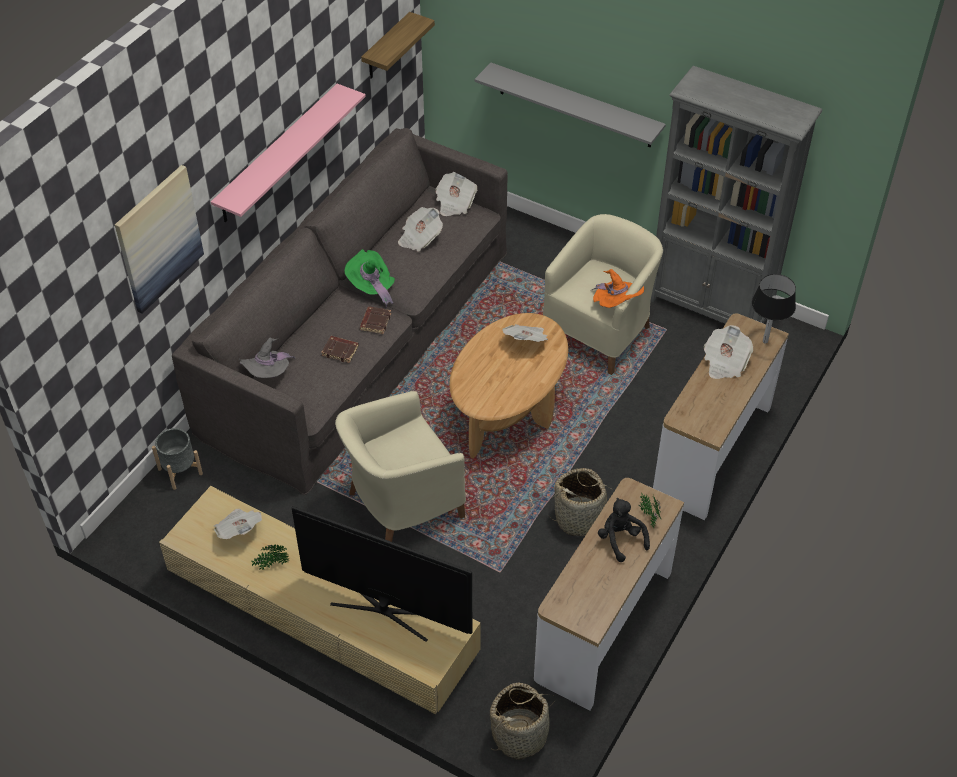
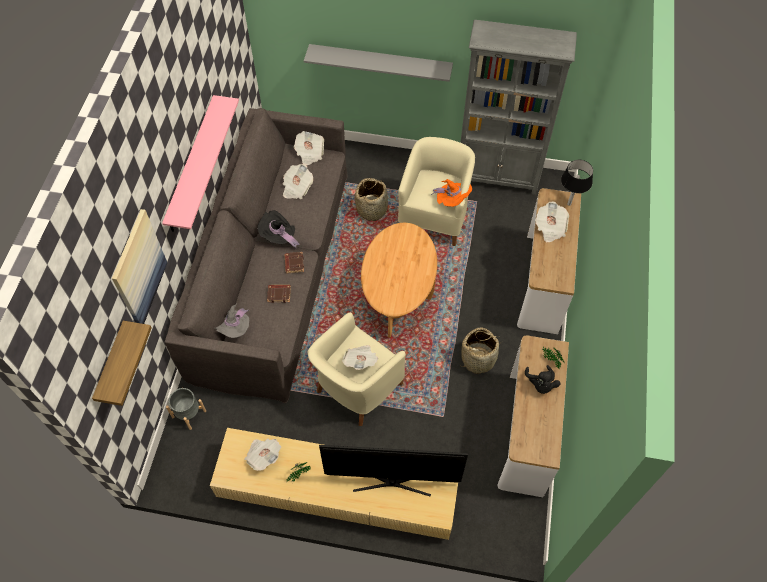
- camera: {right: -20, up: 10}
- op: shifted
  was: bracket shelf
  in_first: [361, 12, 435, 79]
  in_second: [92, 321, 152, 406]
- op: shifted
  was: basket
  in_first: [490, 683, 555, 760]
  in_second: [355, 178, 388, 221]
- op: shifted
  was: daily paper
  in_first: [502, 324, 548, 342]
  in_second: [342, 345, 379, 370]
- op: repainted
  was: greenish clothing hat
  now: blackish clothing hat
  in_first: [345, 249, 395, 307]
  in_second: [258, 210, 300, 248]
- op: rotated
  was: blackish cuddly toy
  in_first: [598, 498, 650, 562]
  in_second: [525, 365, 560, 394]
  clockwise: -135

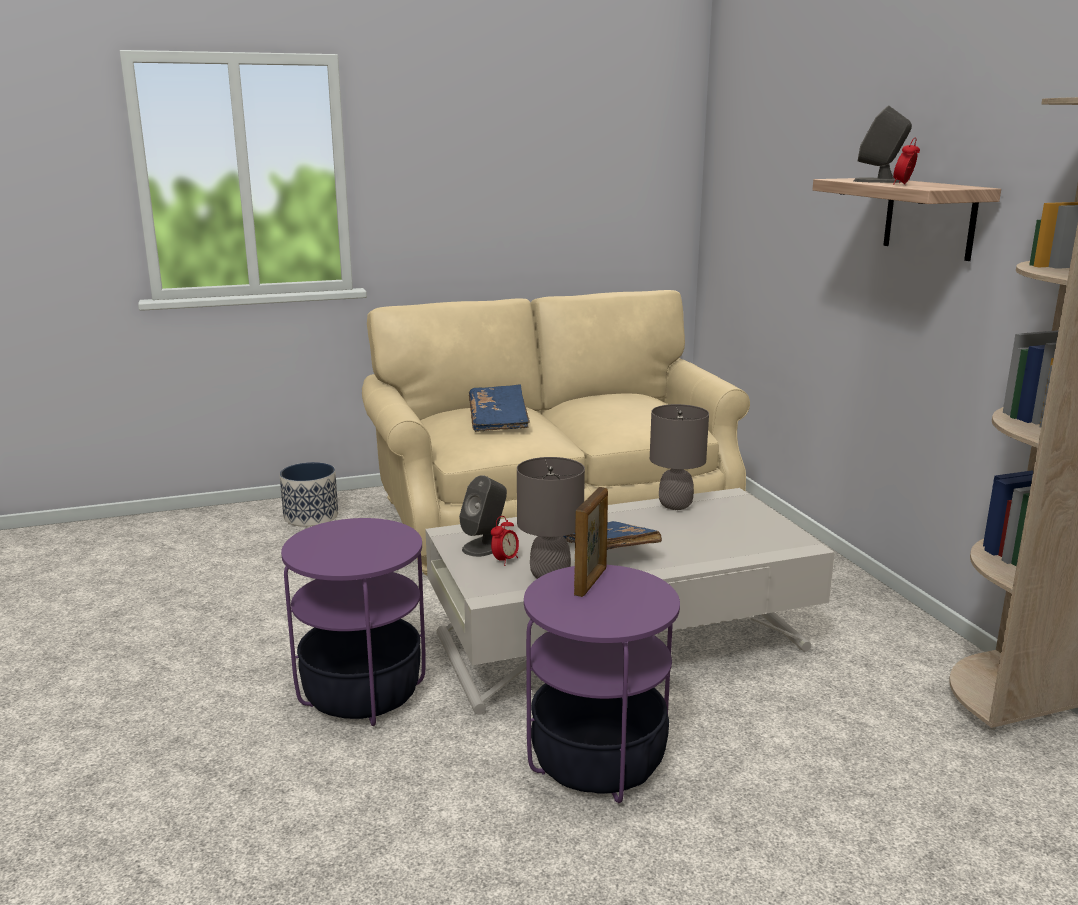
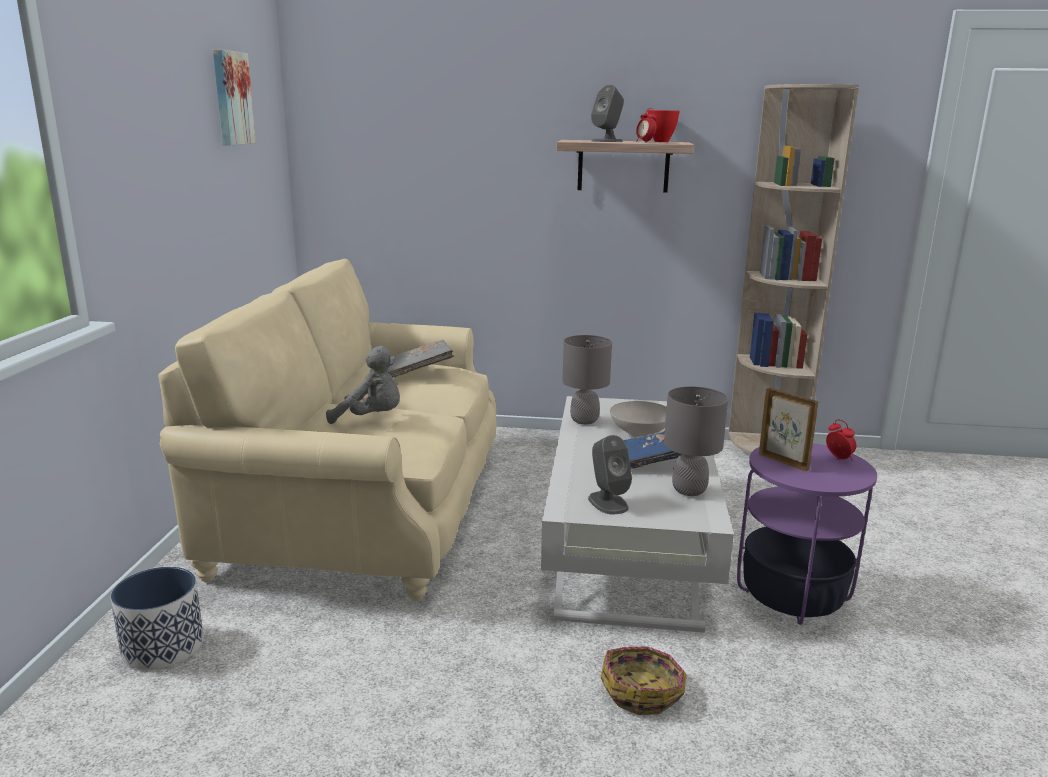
- camera: {right: -65, up: 0}
- op: new
  now: picture
  in_second: [213, 49, 256, 145]
- op: new
  now: gray volume
  in_second: [387, 340, 454, 377]
- op: new
  now: white bowl
  in_second: [610, 401, 667, 437]
- op: new
  now: red-coloured bowl
  in_second: [648, 110, 680, 142]
- op: shifted
  was: table clock
  in_first: [491, 516, 519, 566]
  in_second: [826, 420, 856, 461]
- op: swapped
  was: purple-coloured accent table
  now: basket
  in_first: [281, 518, 426, 726]
  in_second: [601, 646, 687, 715]
- op: swapped
  was: blue volume
  now: gray cuddly toy
  in_first: [469, 385, 530, 432]
  in_second: [326, 346, 400, 424]

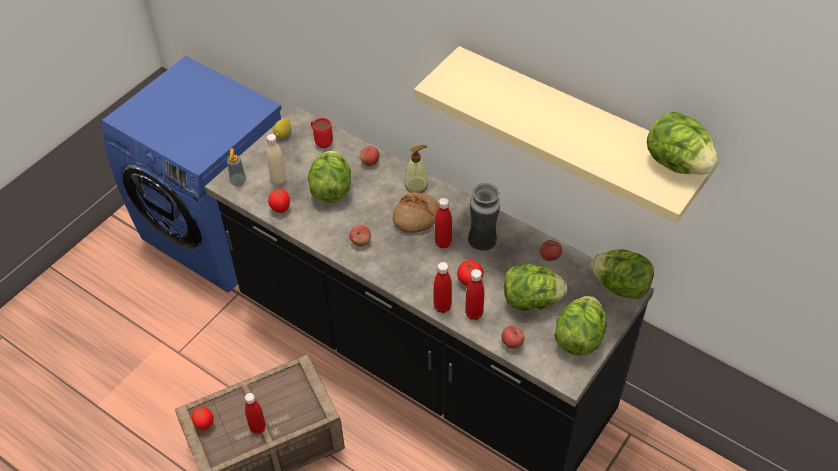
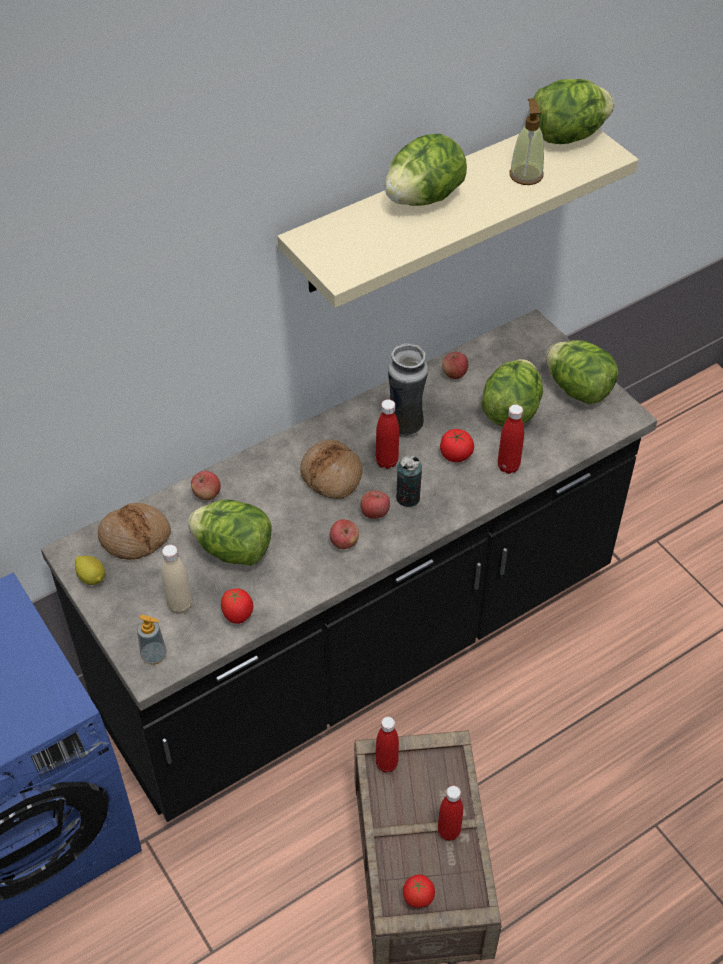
- camera: {right: -70, up: 0}
- op: new
  now: sealed can
  in_second: [396, 455, 422, 507]
- op: shifted
  was: soap dispenser
  in_first: [405, 145, 428, 193]
  in_second: [509, 98, 544, 185]
- op: shifted
  was: red-coloured beverage bottle
  in_first: [434, 262, 452, 313]
  in_second: [376, 717, 399, 772]
- op: shifted
  was: whole apple
  in_first: [501, 326, 524, 349]
  in_second: [360, 491, 390, 519]
- op: shifted
  was: head of lettuce
  in_first: [591, 249, 654, 299]
  in_second: [385, 134, 467, 206]
- op: swapped
  was: red-coloured mug
  now: bread
  in_first: [311, 118, 333, 149]
  in_second: [98, 503, 171, 560]

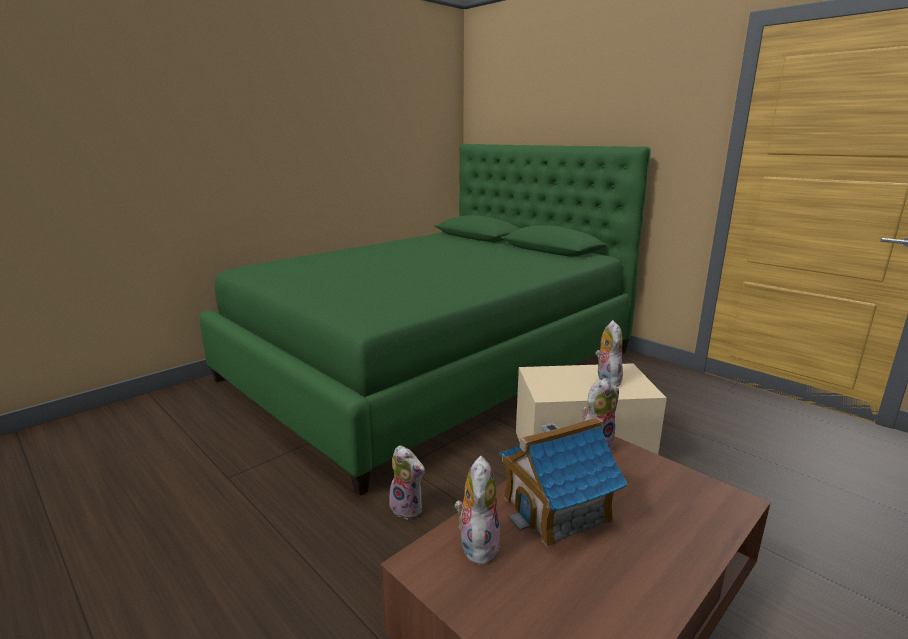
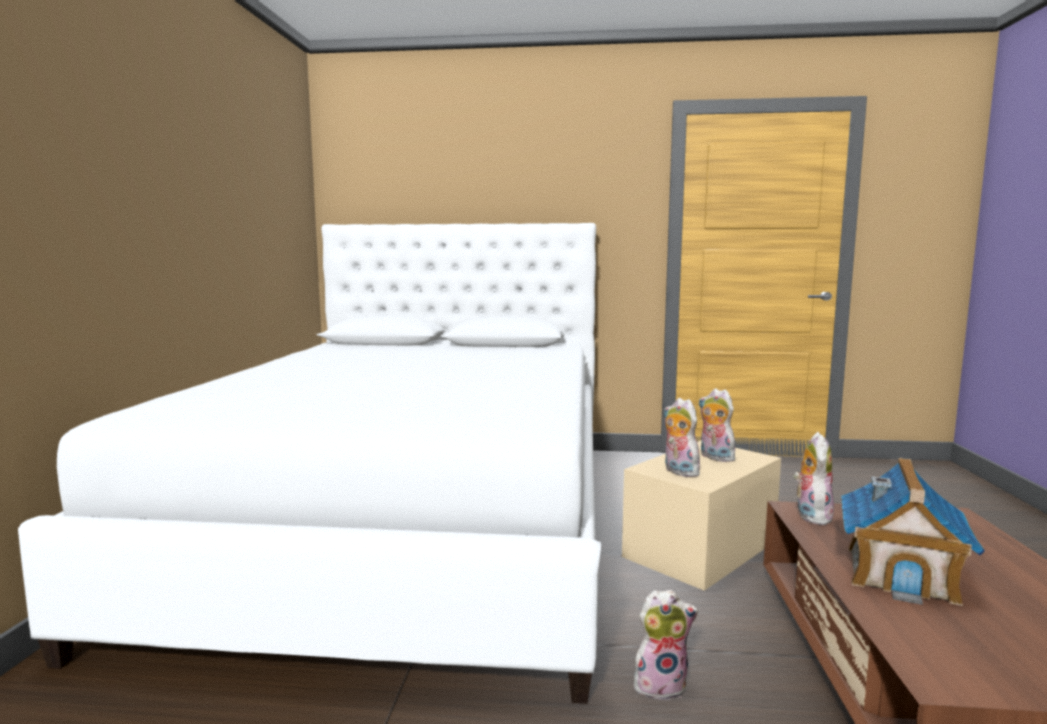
- camera: {right: -40, up: -10}
- op: shifted
  was: cuddly toy
  in_first: [455, 456, 500, 565]
  in_second: [664, 398, 700, 477]
- op: repainted
  was: greenish bedroom bed
  now: white bedroom bed
  in_first: [200, 144, 651, 496]
  in_second: [18, 223, 601, 704]

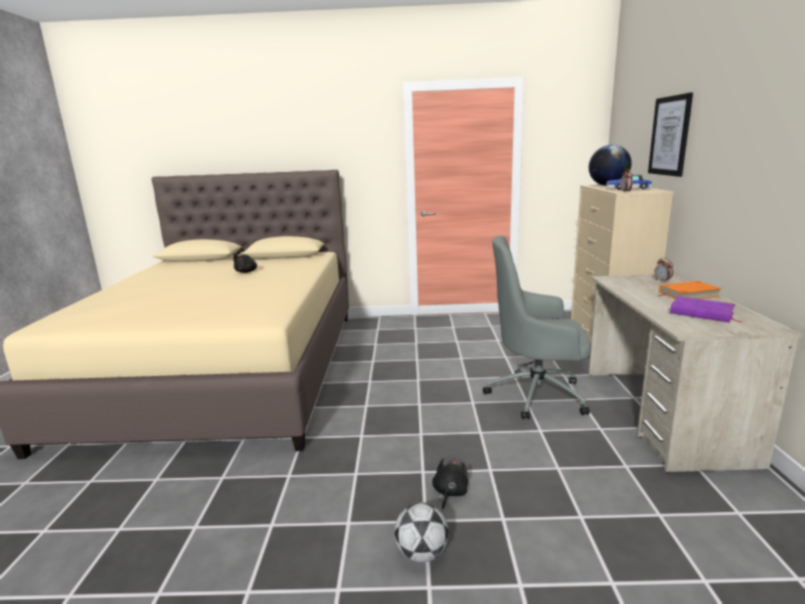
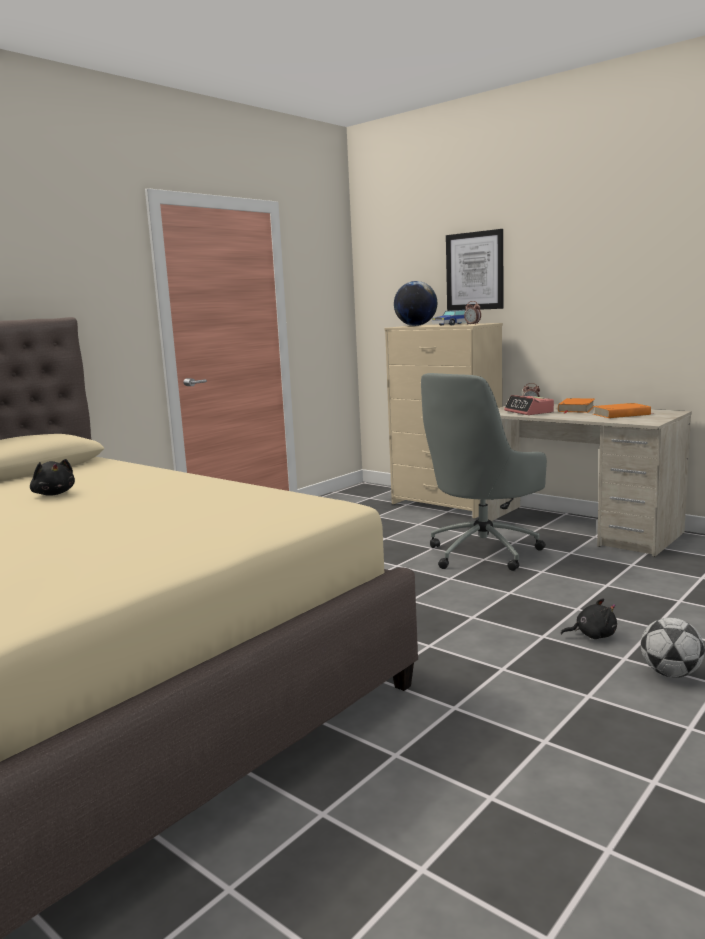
- camera: {right: -50, up: -5}
- op: new
  now: table clock
  in_second: [504, 395, 554, 415]
- op: repainted
  was: purple-coloured volume
  now: orange volume
  in_first: [670, 296, 742, 323]
  in_second: [593, 403, 654, 418]
- op: rotated
  was: blackish cuddly toy
  in_first: [432, 458, 468, 509]
  in_second: [561, 598, 617, 639]
  clockwise: 120

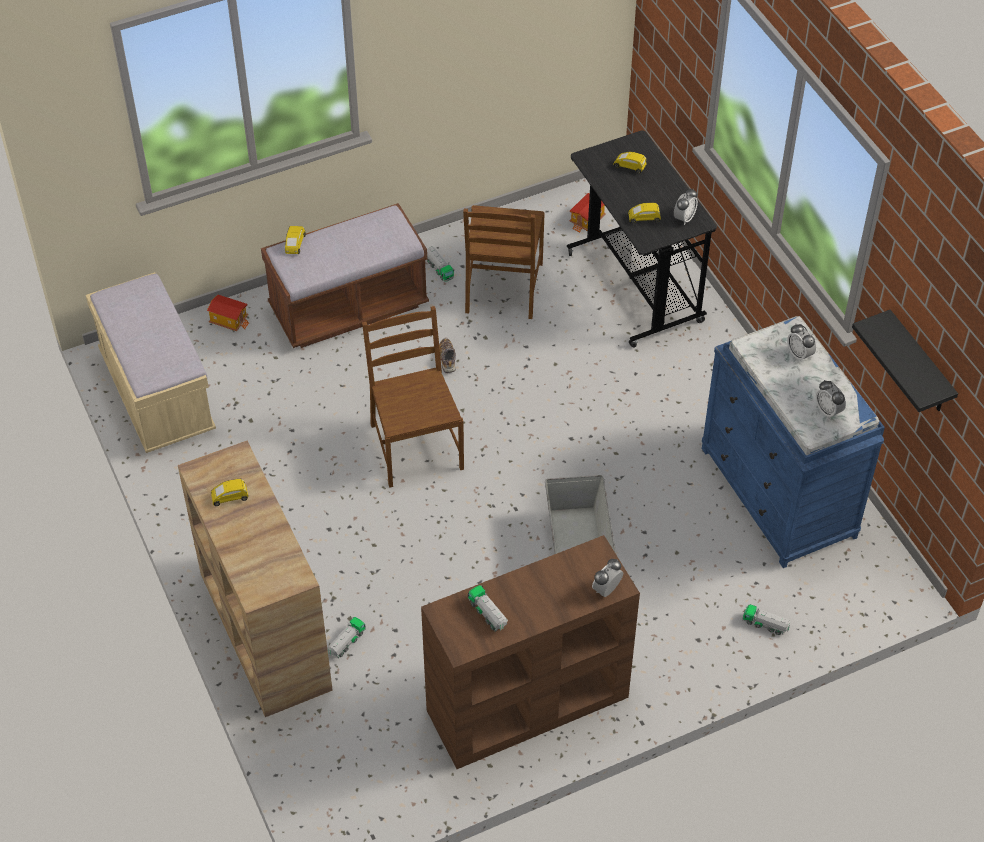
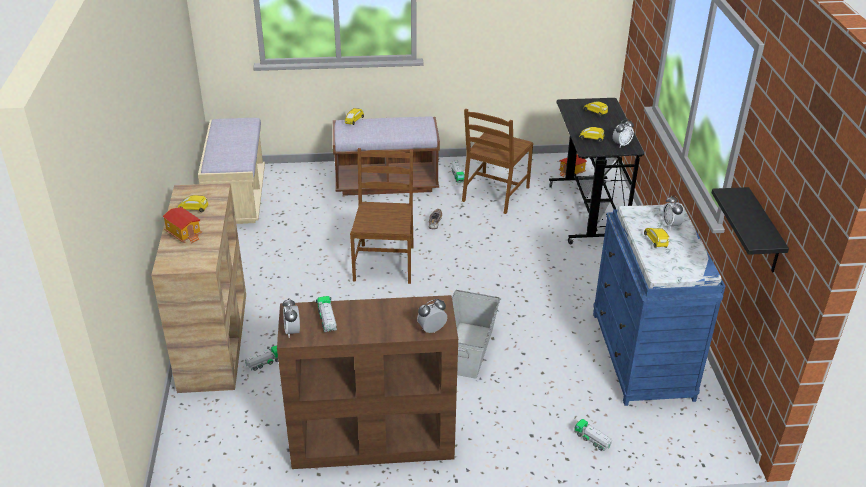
- camera: {right: 20, up: -15}
- op: new
  now: yellow-coloured toy car
  in_second: [644, 228, 669, 248]
- op: shifted
  was: toy house
  in_first: [207, 295, 249, 331]
  in_second: [162, 207, 202, 243]
- op: shifted
  was: table clock
  in_first: [816, 380, 846, 419]
  in_second: [282, 298, 300, 337]

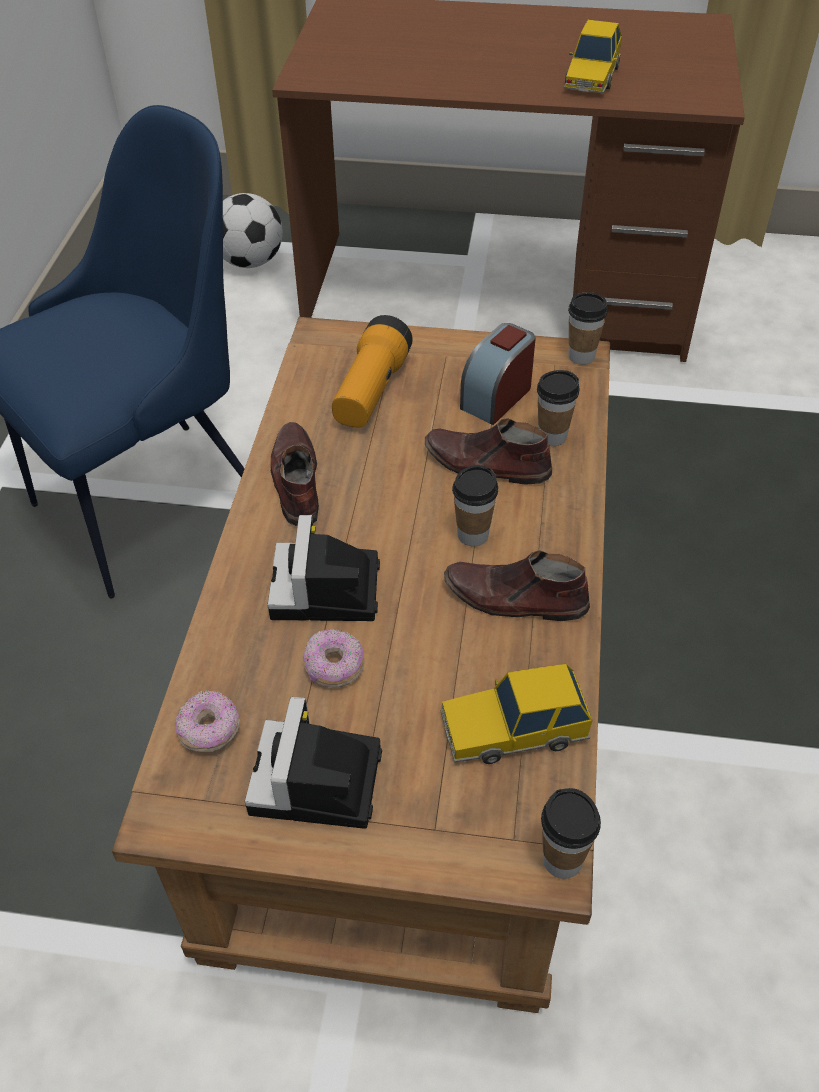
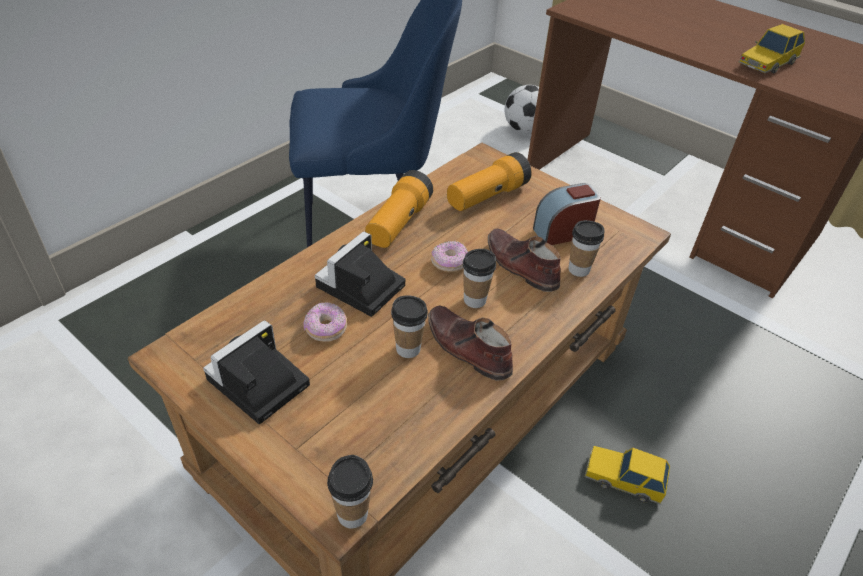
- camera: {right: 30, up: -5}
- op: shifted
  was: doughnut
  in_first: [175, 690, 240, 753]
  in_second: [431, 241, 468, 272]
- op: shifted
  was: toy car
  in_first: [440, 664, 592, 764]
  in_second: [585, 446, 670, 505]
- op: shifted
  was: small cup
  in_first: [568, 292, 608, 365]
  in_second: [391, 295, 428, 358]
- op: swapped
  was: brown-coloured item of footwear
  now: hand torch
  in_first: [271, 422, 319, 526]
  in_second: [365, 170, 433, 248]

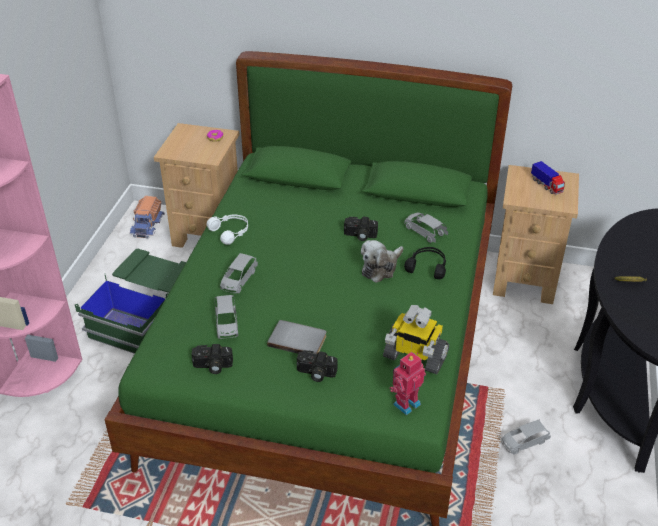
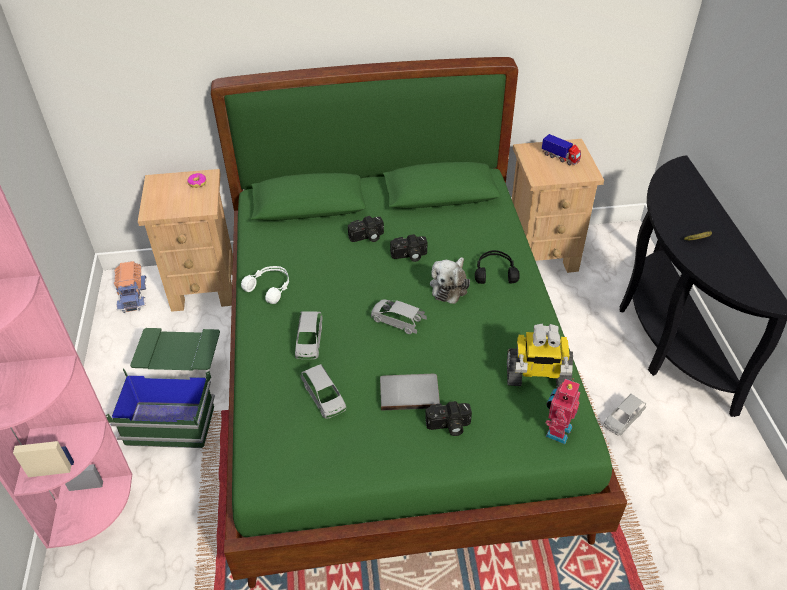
- camera: {right: -20, up: 5}
- op: shifted
  was: still camera
  in_first: [191, 344, 233, 374]
  in_second: [348, 216, 384, 242]
- op: shifted
  was: gray toy car
  in_first: [404, 213, 448, 243]
  in_second: [371, 300, 427, 334]

